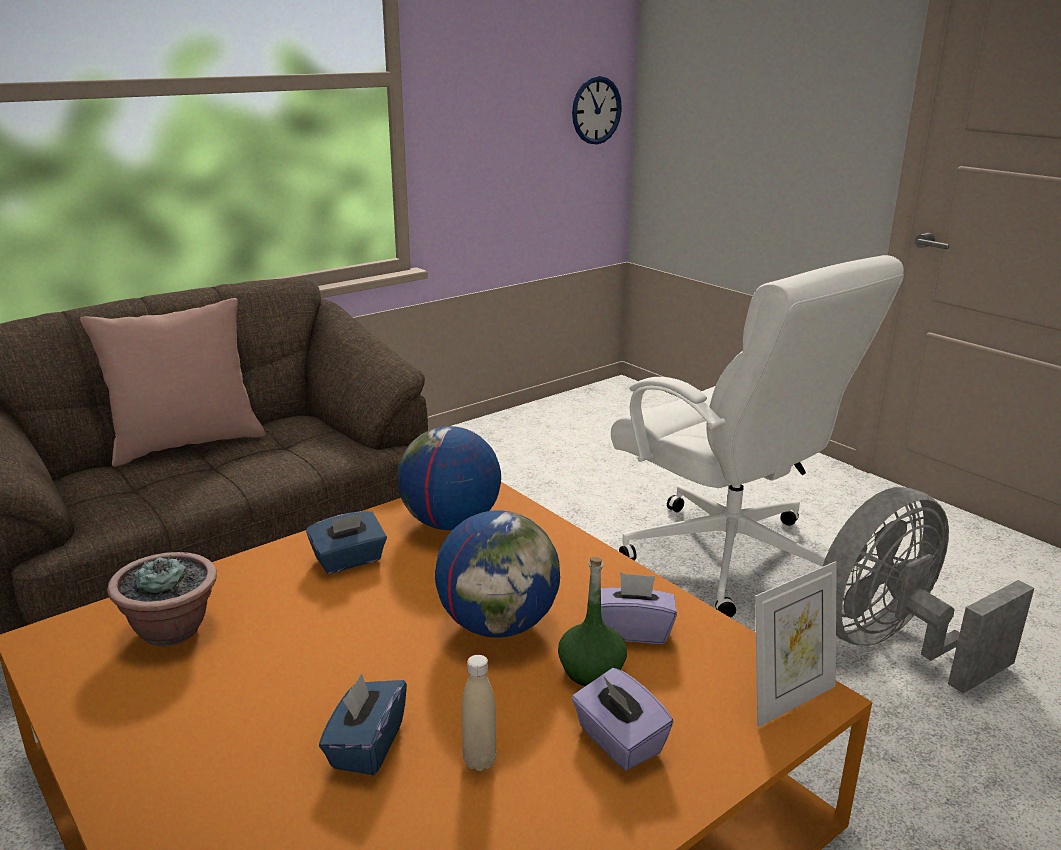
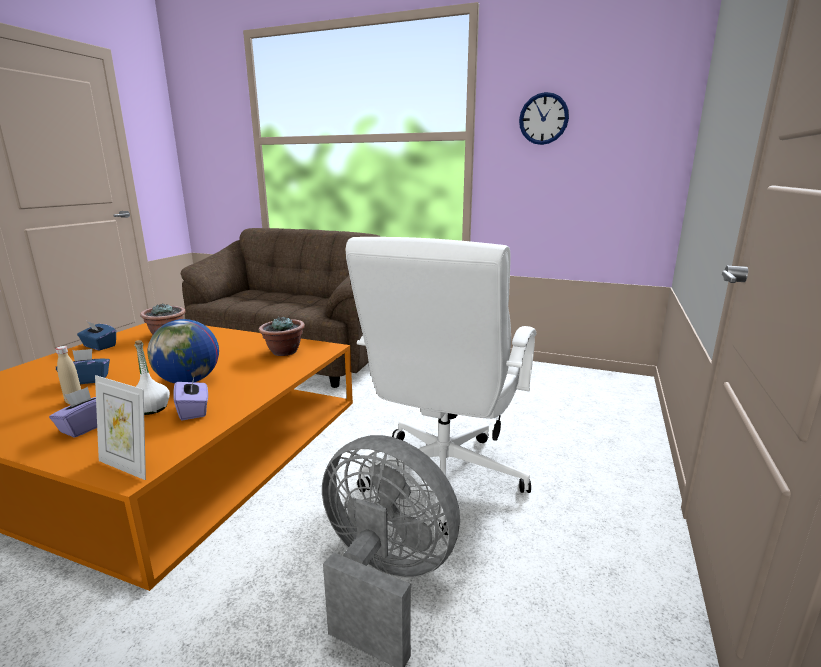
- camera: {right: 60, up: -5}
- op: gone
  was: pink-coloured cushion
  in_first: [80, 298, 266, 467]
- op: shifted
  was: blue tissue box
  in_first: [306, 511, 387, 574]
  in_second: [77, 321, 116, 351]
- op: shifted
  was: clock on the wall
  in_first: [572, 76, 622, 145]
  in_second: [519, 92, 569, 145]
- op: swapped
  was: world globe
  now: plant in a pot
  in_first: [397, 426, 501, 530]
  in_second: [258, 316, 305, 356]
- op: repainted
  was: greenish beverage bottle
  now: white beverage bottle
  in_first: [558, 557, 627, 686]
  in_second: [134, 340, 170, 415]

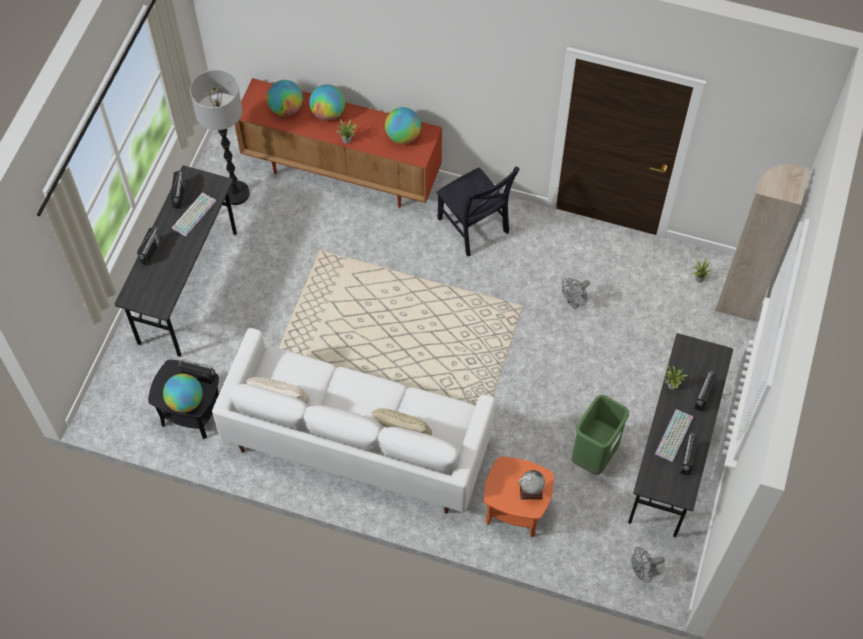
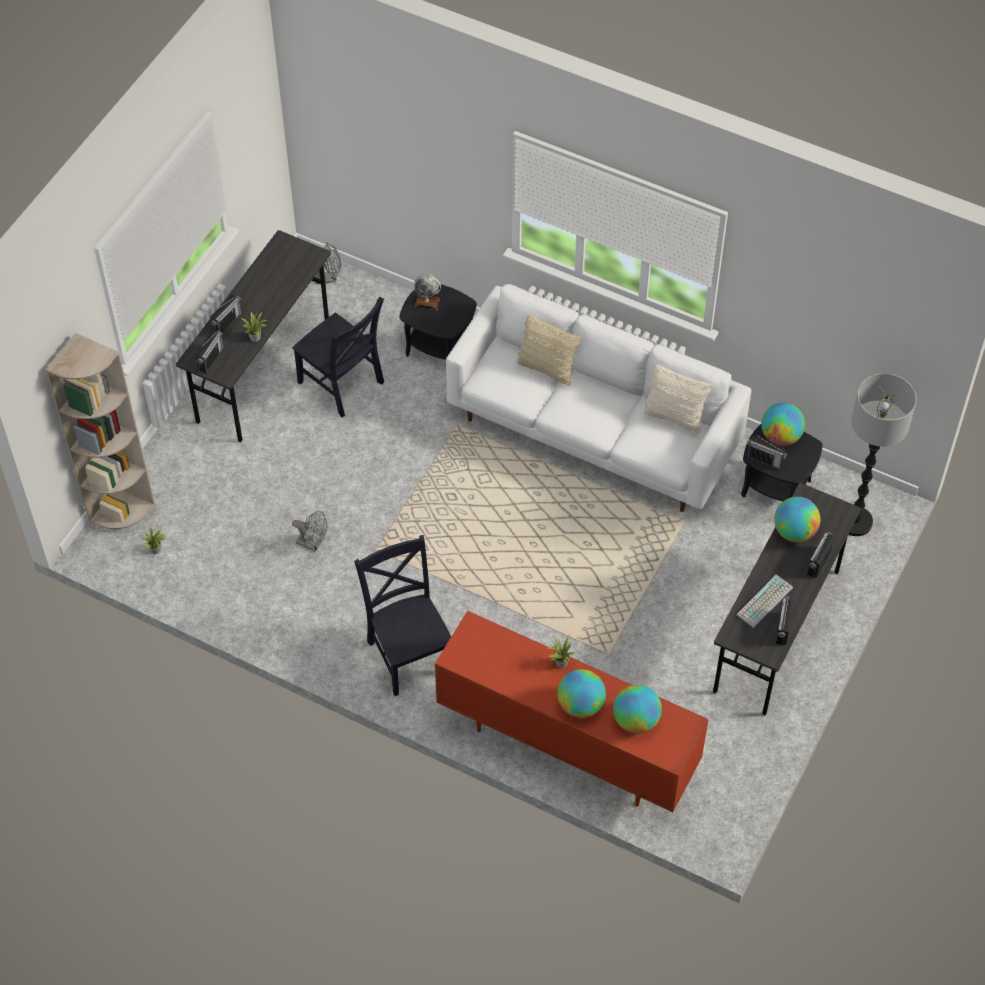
- camera: {right: -170, up: -5}
- op: gone
  was: computer keyboard
  in_first: [655, 409, 693, 462]
- op: shifted
  was: floor lamp
  in_first: [190, 70, 250, 205]
  in_second: [849, 373, 917, 536]
- op: shifted
  was: world globe
  in_first: [385, 107, 421, 144]
  in_second: [774, 497, 820, 542]
- op: shifted
  was: radio receiver
  in_first: [680, 433, 698, 475]
  in_second: [196, 330, 223, 374]
- op: swapped
  was: greenish waste bin
  now: blackish plain chair
  in_first: [572, 395, 629, 475]
  in_second: [292, 297, 384, 417]
- op: repainted
  was: orange accent table
  now: blackish accent table
  in_first: [484, 457, 554, 538]
  in_second: [400, 284, 477, 360]
- op: rotated
  was: gray electric fan
  in_first: [562, 278, 590, 309]
  in_second: [292, 511, 327, 552]
  clockwise: 60

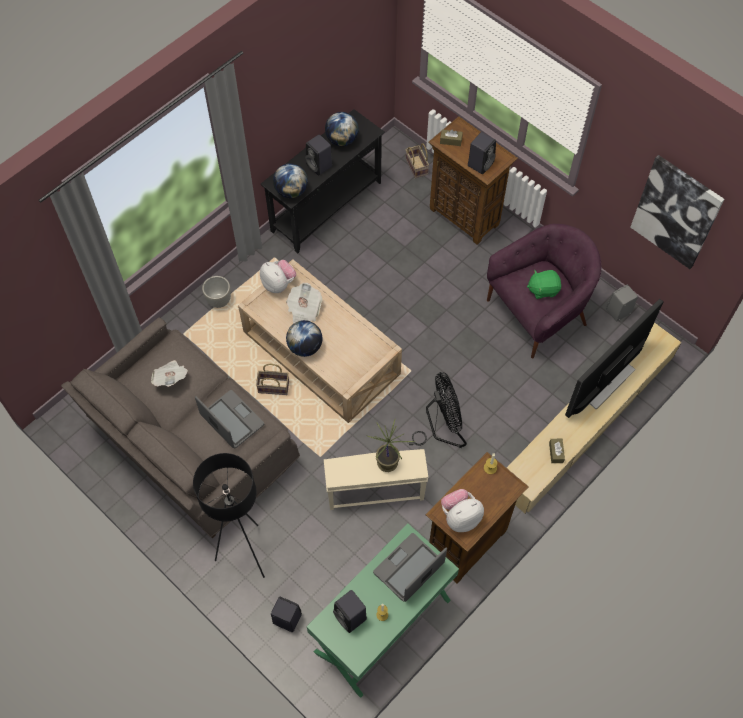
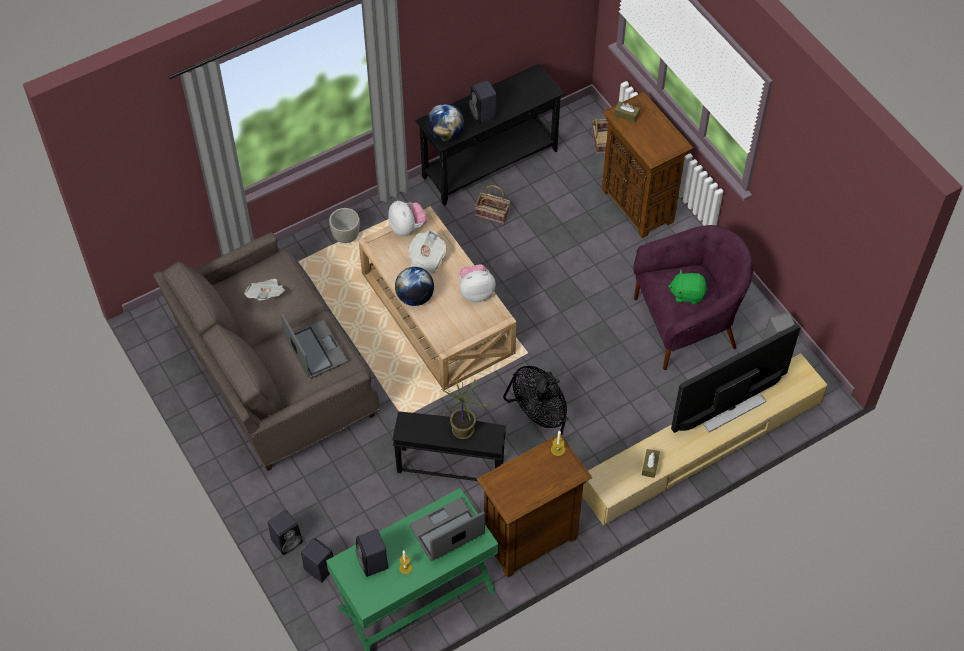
- camera: {right: 15, up: -5}
- op: gone
  was: blackish floor lamp
  in_first: [193, 453, 265, 578]
- op: gone
  was: world globe
  in_first: [325, 112, 359, 146]
- op: gone
  was: picture
  in_first: [630, 155, 724, 269]
- op: shifted
  was: basket
  in_first: [256, 364, 289, 395]
  in_second: [475, 185, 510, 224]
- op: shifted
  was: cuddly toy
  in_first: [441, 489, 484, 532]
  in_second: [459, 264, 496, 302]
- op: shifted
  was: blackish loudspeaker
  in_first: [468, 132, 496, 174]
  in_second: [268, 510, 303, 555]
- op: repainted
  was: sand-coloured accent table
  now: blackish accent table
  in_first: [324, 449, 428, 510]
  in_second: [392, 411, 506, 481]
- op: rotated
  was: blackish electric fan
  in_first: [409, 372, 467, 448]
  in_second: [503, 366, 568, 435]
  clockwise: 135

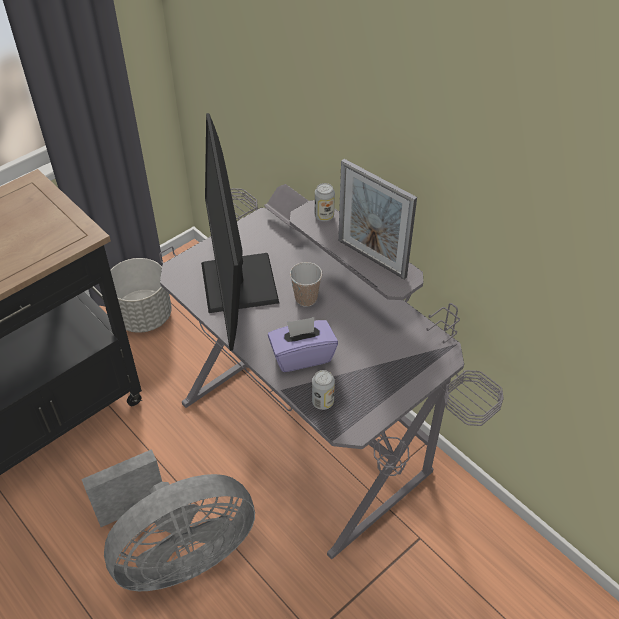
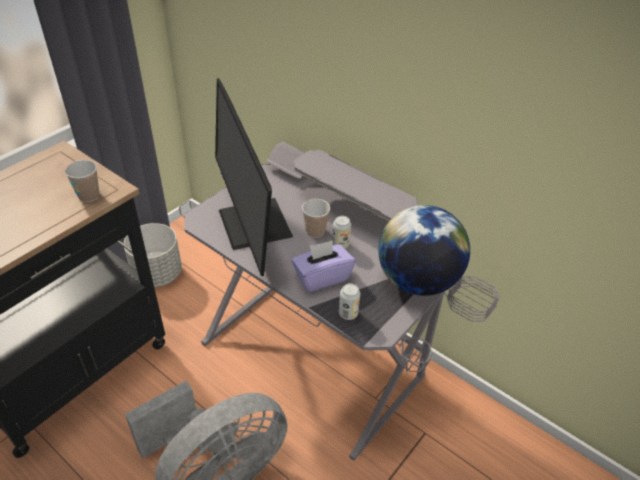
- camera: {right: -10, up: -5}
- op: gone
  was: picture frame
  in_first: [338, 159, 417, 280]
- op: new
  now: small cup
  in_second: [65, 160, 99, 202]
- op: new
  now: world globe
  in_second: [378, 205, 470, 296]
- op: shifted
  was: sealed can
  in_first: [315, 183, 335, 221]
  in_second: [332, 216, 351, 249]

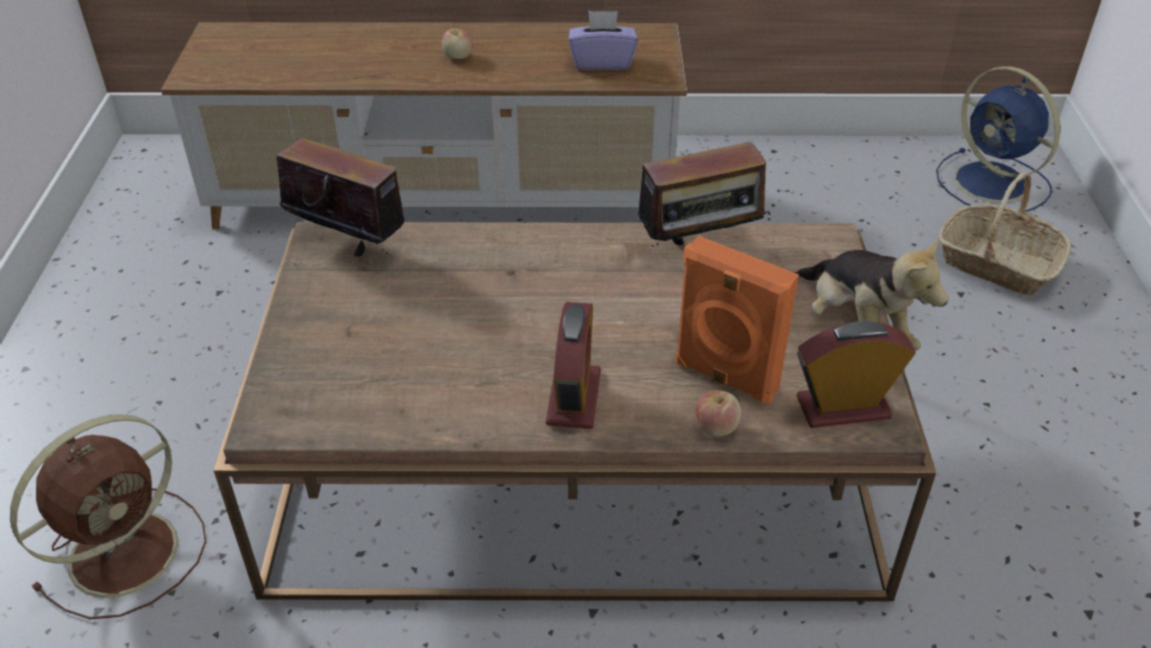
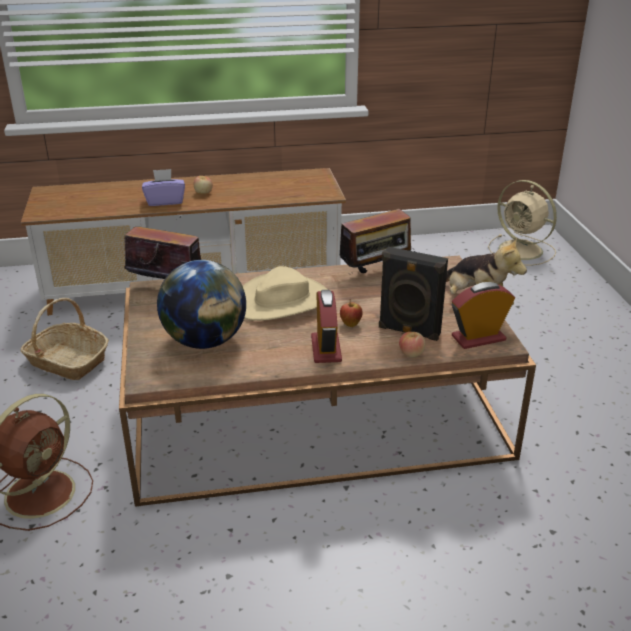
- camera: {right: -10, up: -10}
- op: new
  now: world globe
  in_second: [157, 260, 246, 349]
- op: new
  now: sand-coloured clothing hat
  in_second: [243, 266, 328, 321]
- op: new
  now: whole apple
  in_second: [340, 299, 363, 327]
- op: shifted
  was: purple-coloured tissue box
  in_first: [569, 10, 638, 70]
  in_second: [142, 169, 185, 206]
- op: shifted
  was: basket
  in_first: [938, 172, 1071, 295]
  in_second: [21, 298, 109, 380]
- op: repainted
  was: orange loudspeaker
  now: blackish loudspeaker
  in_first: [675, 236, 799, 404]
  in_second: [379, 247, 448, 341]
- op: repainted
  was: blue electric fan
  now: sand-coloured electric fan
  in_first: [936, 66, 1061, 212]
  in_second: [488, 180, 557, 266]

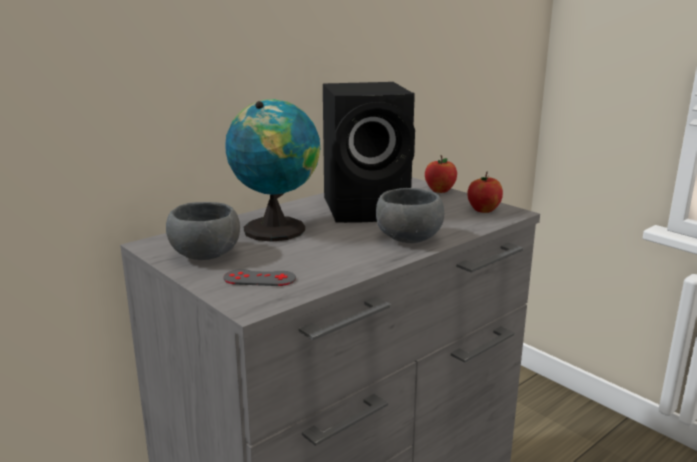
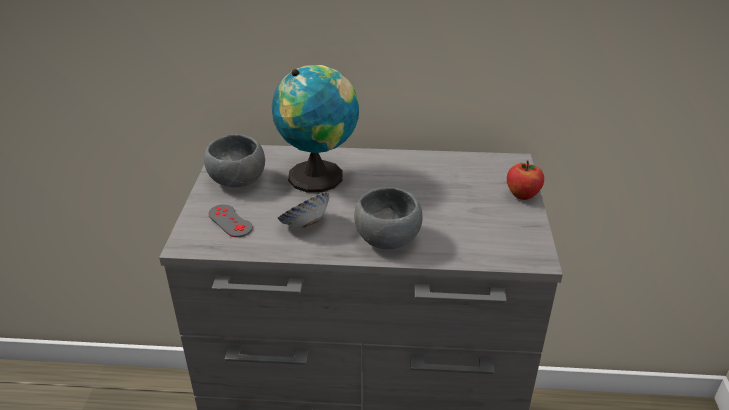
- camera: {right: 45, up: 15}
- op: gone
  was: blackish loudspeaker
  in_first: [323, 82, 415, 223]
- op: gone
  was: whole apple
  in_first: [467, 171, 503, 213]
- op: new
  now: bowl
  in_second: [278, 192, 329, 228]

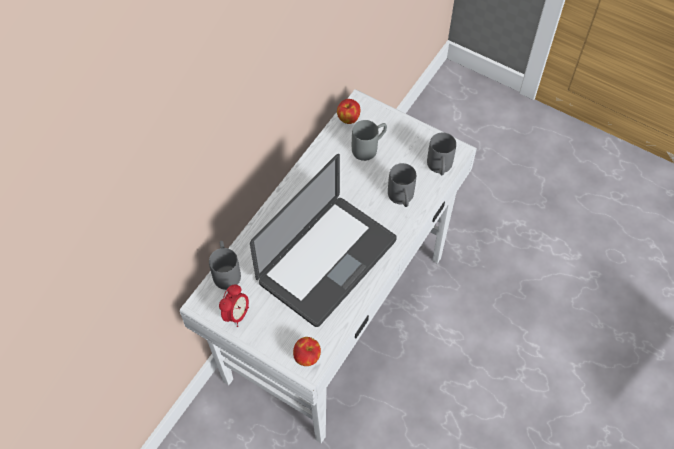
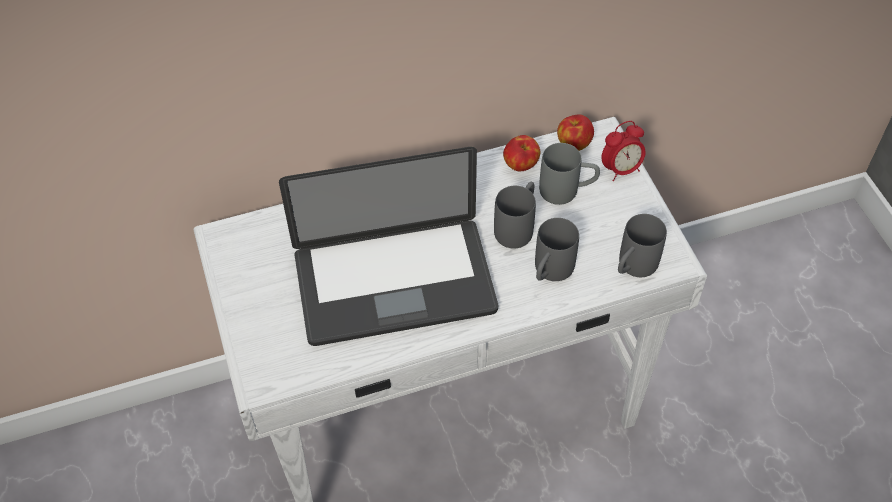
- camera: {right: 40, up: -5}
- op: shifted
  was: gray mug
  in_first: [209, 241, 241, 290]
  in_second: [494, 181, 536, 248]
- op: shifted
  was: table clock
  in_first: [219, 285, 249, 327]
  in_second: [601, 121, 646, 181]
- op: shifted
  was: whole apple
  in_first: [293, 337, 321, 366]
  in_second: [503, 135, 540, 171]

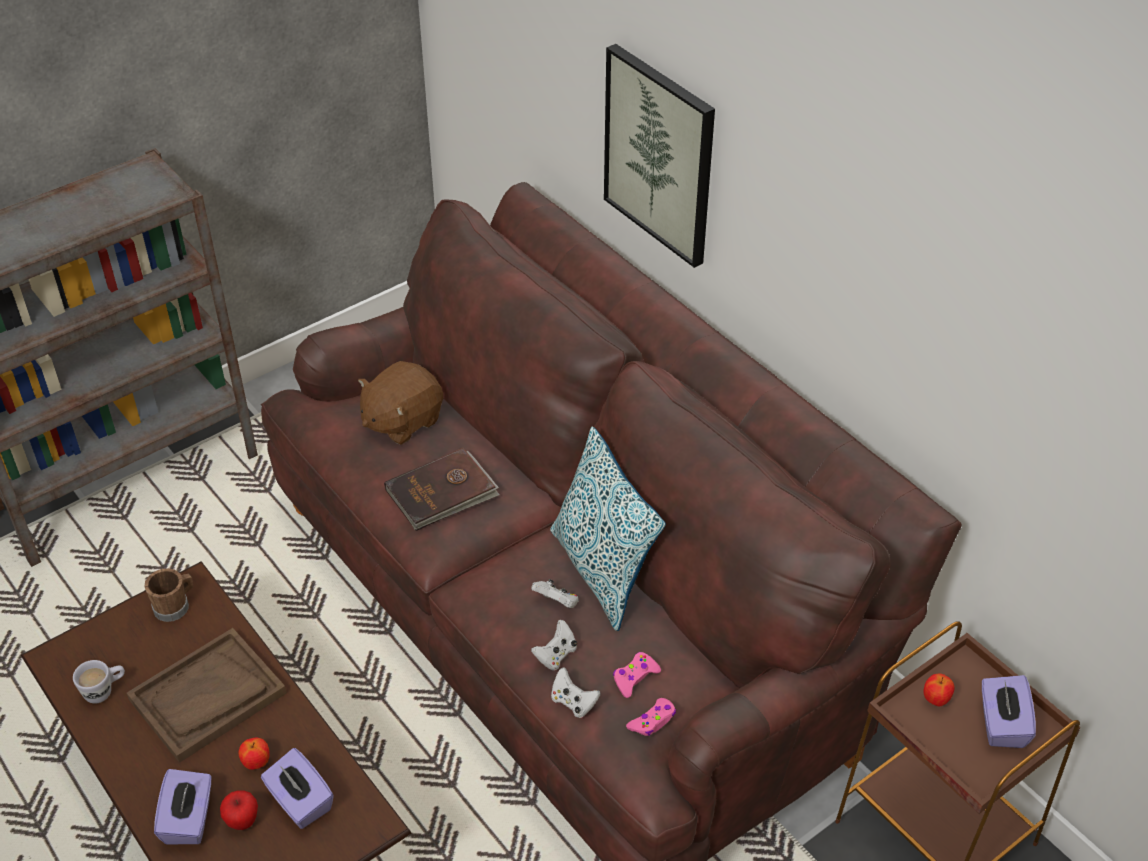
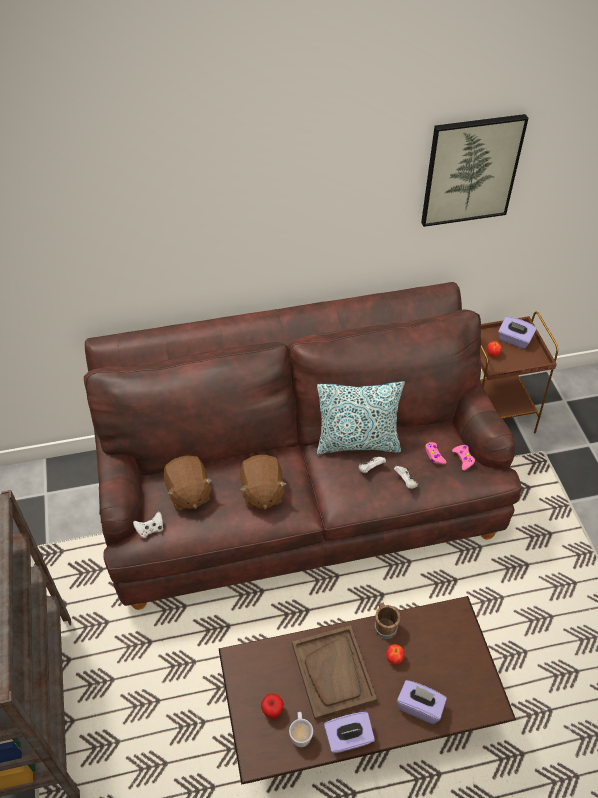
- camera: {right: -65, up: 5}
- op: shifted
  was: brown-coloured mug
  in_first: [144, 568, 194, 622]
  in_second: [374, 603, 400, 639]
- op: shifted
  was: whole apple
  in_first: [220, 790, 258, 830]
  in_second: [261, 693, 284, 718]
- op: shifted
  was: purple-coloured tissue box
  in_first: [261, 748, 334, 829]
  in_second: [324, 712, 375, 753]
- op: shifted
  was: white joypad
  in_first: [551, 668, 601, 718]
  in_second: [133, 511, 163, 538]
- op: shifted
  was: picture
  in_first: [604, 44, 715, 268]
  in_second: [421, 114, 529, 227]
- op: swapped
  was: brown-coloured volume
  now: brown-coloured cuddly toy
  in_first: [384, 448, 499, 531]
  in_second: [240, 455, 287, 510]

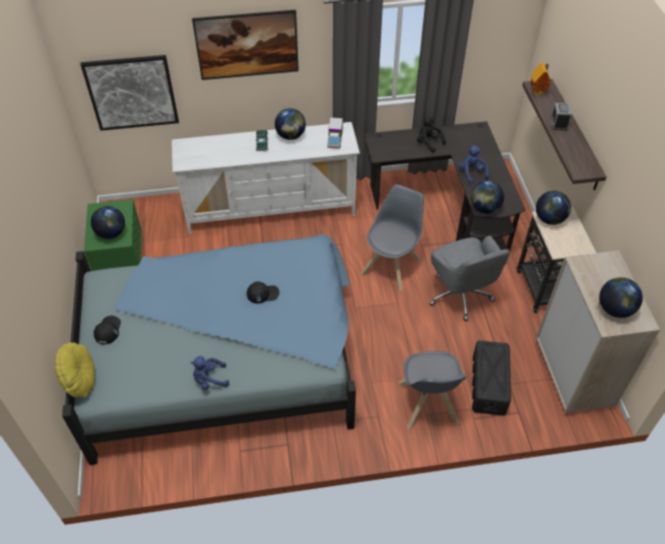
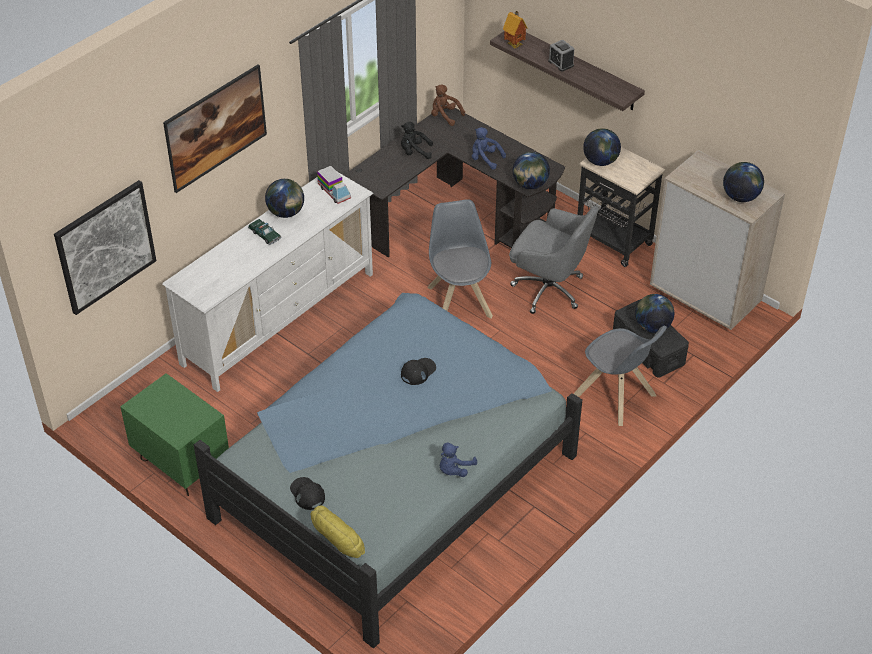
- camera: {right: -40, up: -5}
- op: new
  now: brown-coloured cuddly toy
  in_second: [431, 84, 465, 126]
- op: shifted
  was: world globe
  in_first: [91, 206, 125, 239]
  in_second: [635, 294, 674, 333]

